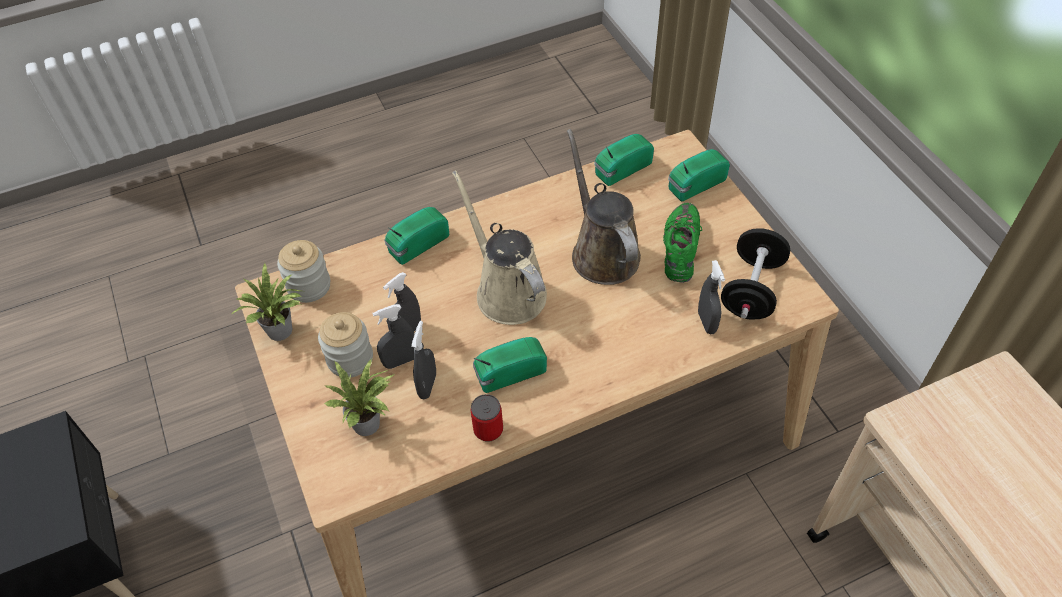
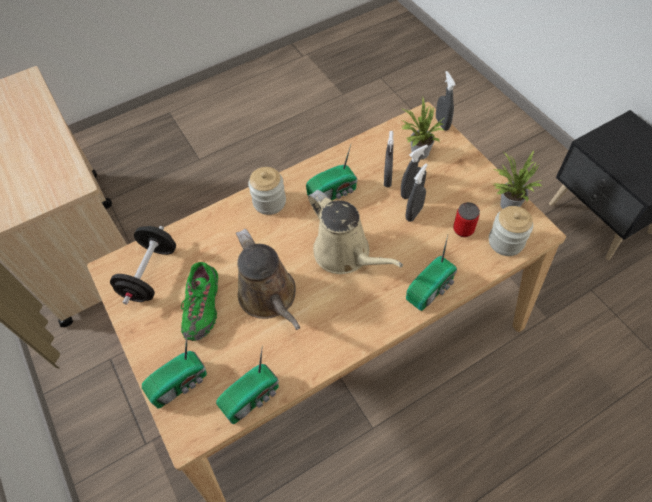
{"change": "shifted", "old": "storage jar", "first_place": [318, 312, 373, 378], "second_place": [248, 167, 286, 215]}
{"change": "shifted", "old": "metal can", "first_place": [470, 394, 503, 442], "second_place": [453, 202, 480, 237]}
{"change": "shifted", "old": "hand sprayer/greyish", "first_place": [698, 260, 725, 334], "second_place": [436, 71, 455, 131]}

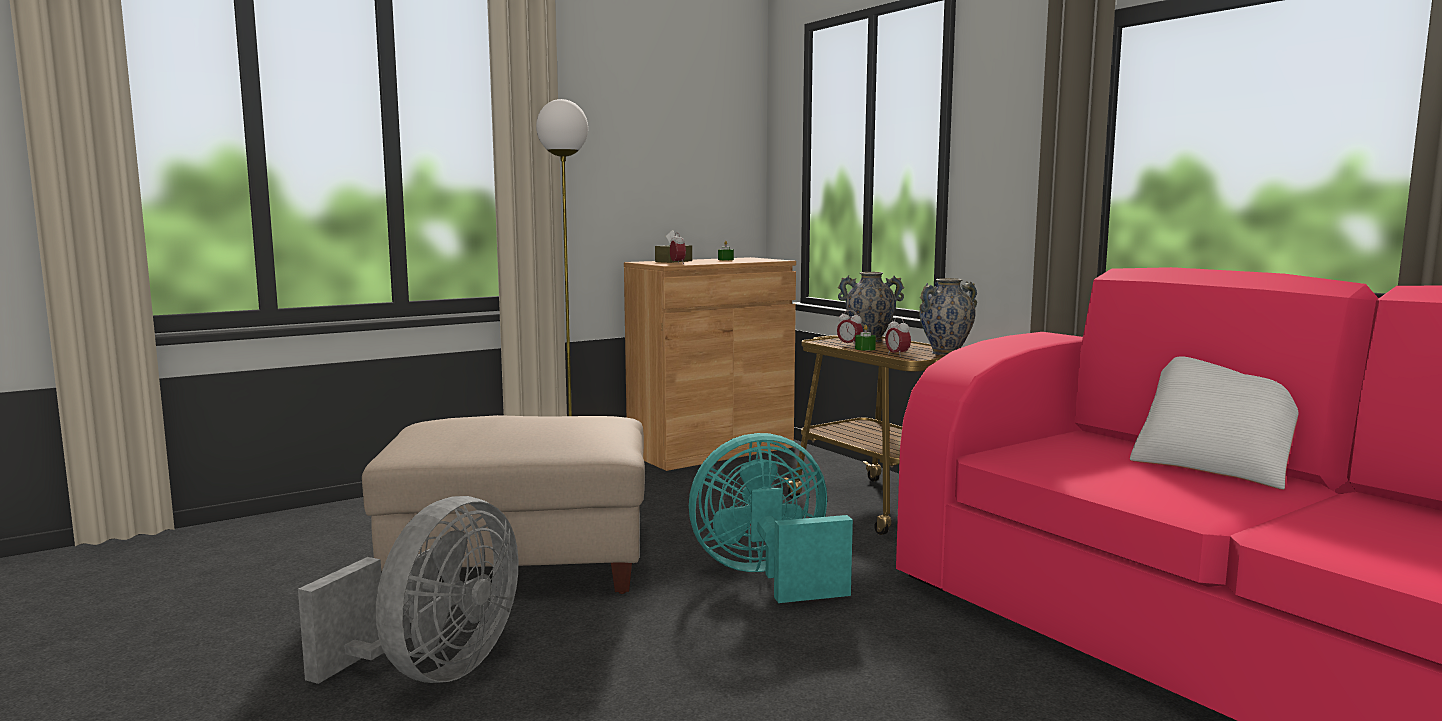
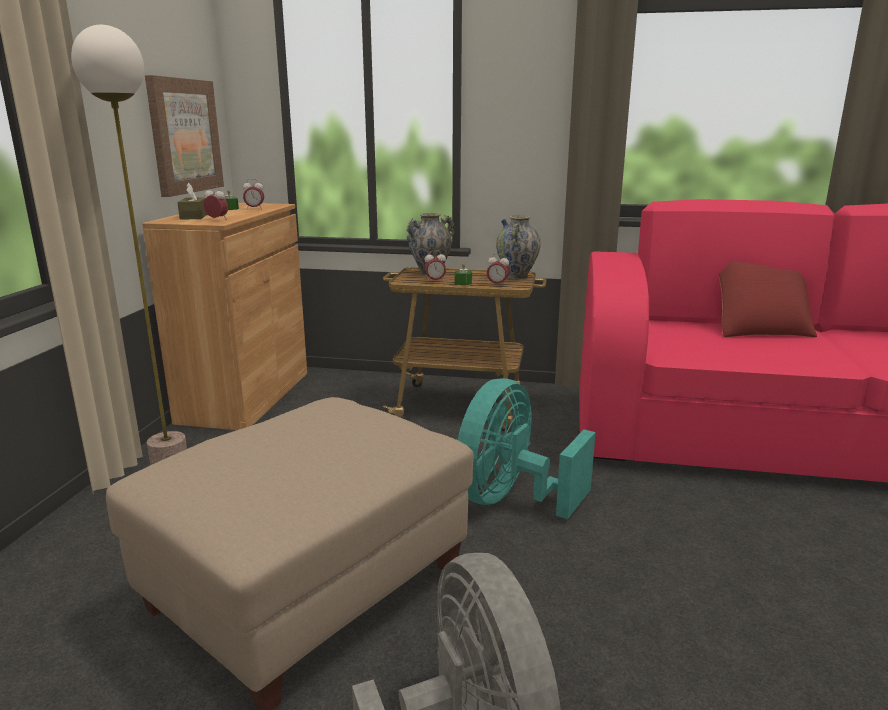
{"change": "repainted", "old": "pillow/white", "new": "pillow/red-coloured", "first_place": [1130, 356, 1299, 490], "second_place": [719, 262, 817, 337]}
{"change": "new", "new": "wall picture", "second_place": [145, 75, 224, 197]}
{"change": "new", "new": "alarm clock", "second_place": [242, 179, 264, 209]}

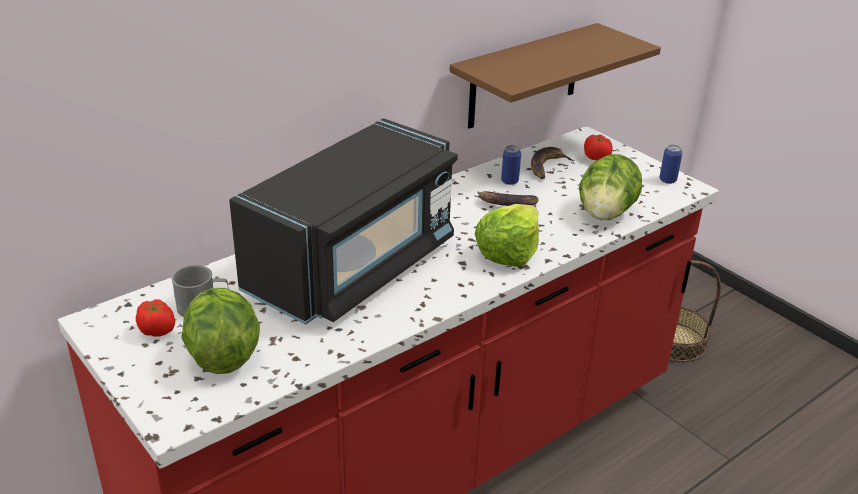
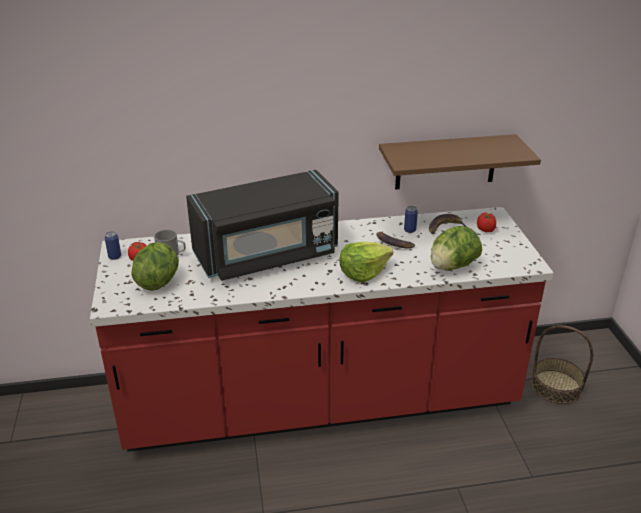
{"change": "shifted", "old": "metal can", "first_place": [659, 144, 682, 184], "second_place": [104, 231, 121, 260]}

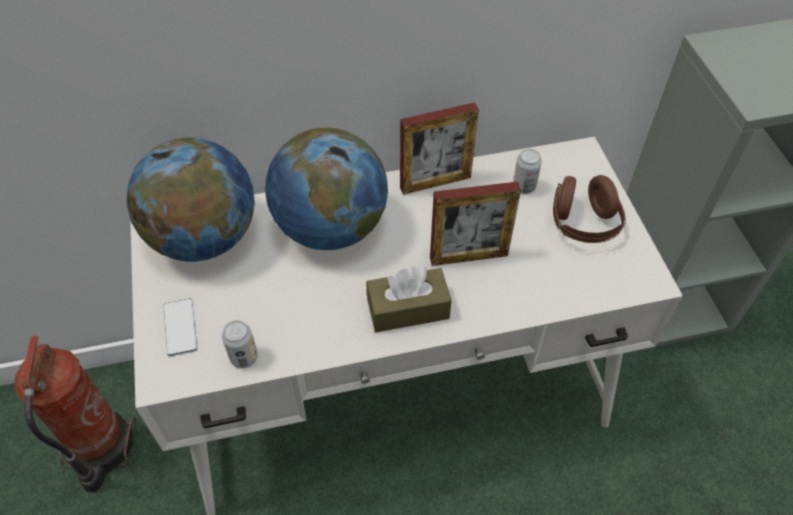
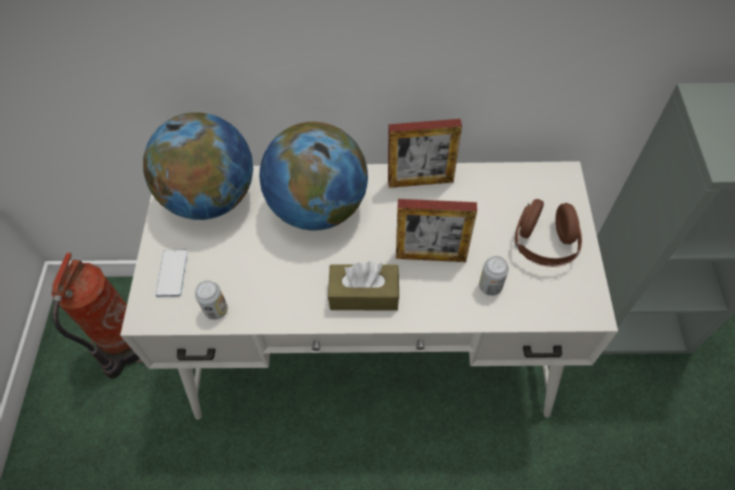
{"change": "shifted", "old": "metal can", "first_place": [513, 149, 542, 194], "second_place": [479, 256, 509, 296]}

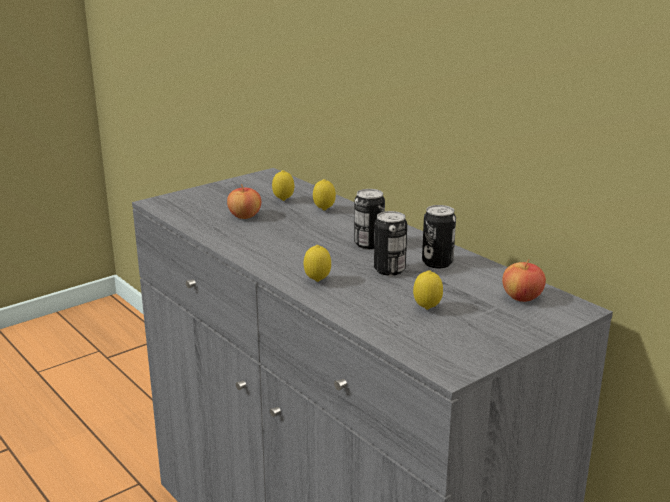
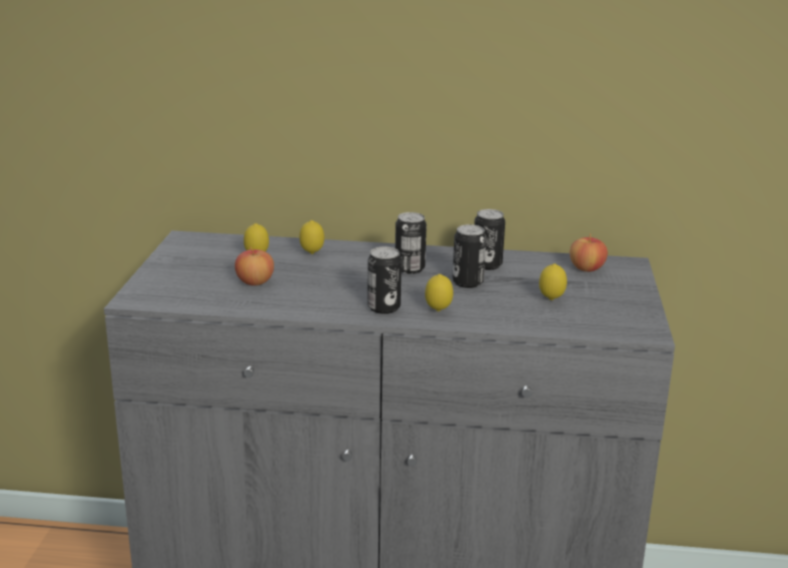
{"change": "new", "new": "metal can", "second_place": [367, 247, 402, 314]}

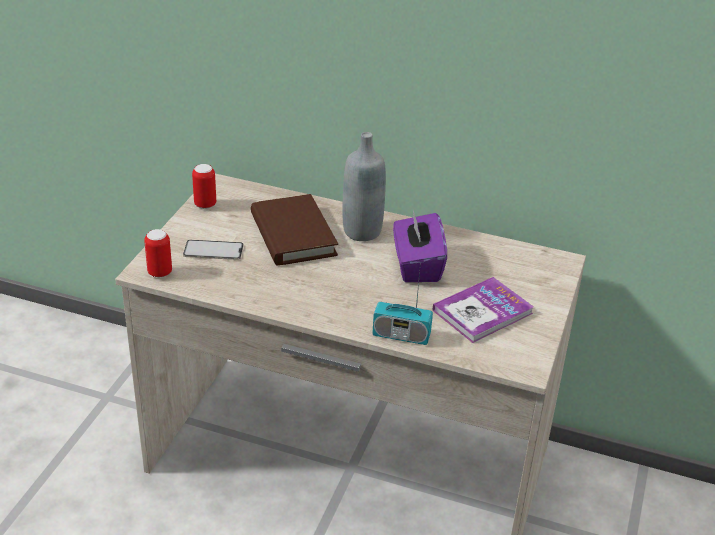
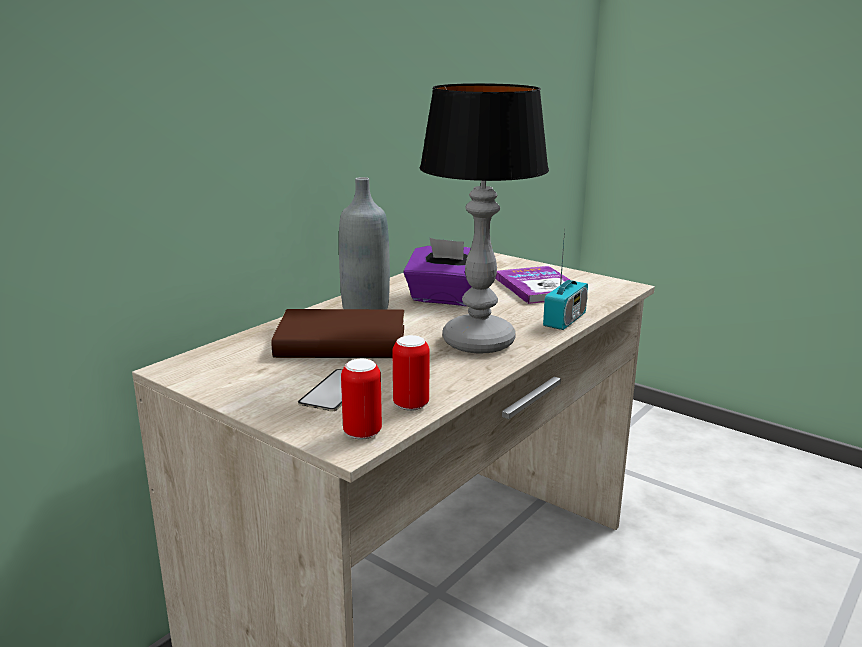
{"change": "shifted", "old": "metal can", "first_place": [192, 164, 216, 209], "second_place": [392, 335, 430, 411]}
{"change": "new", "new": "table lamp", "second_place": [420, 83, 549, 354]}

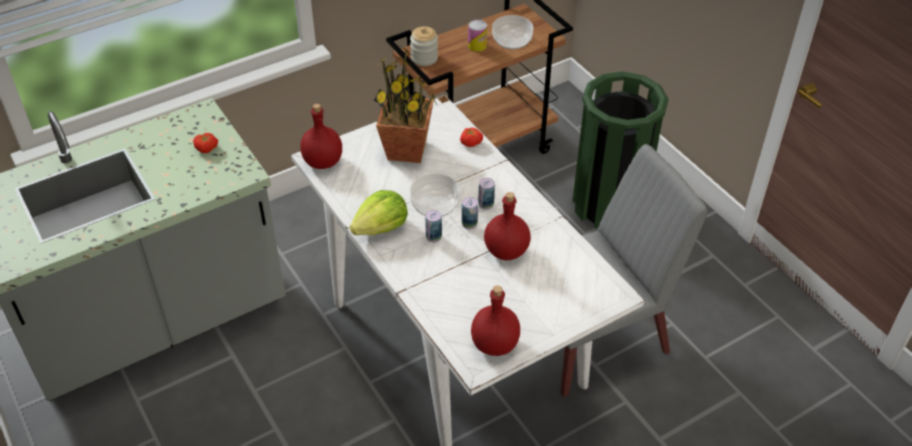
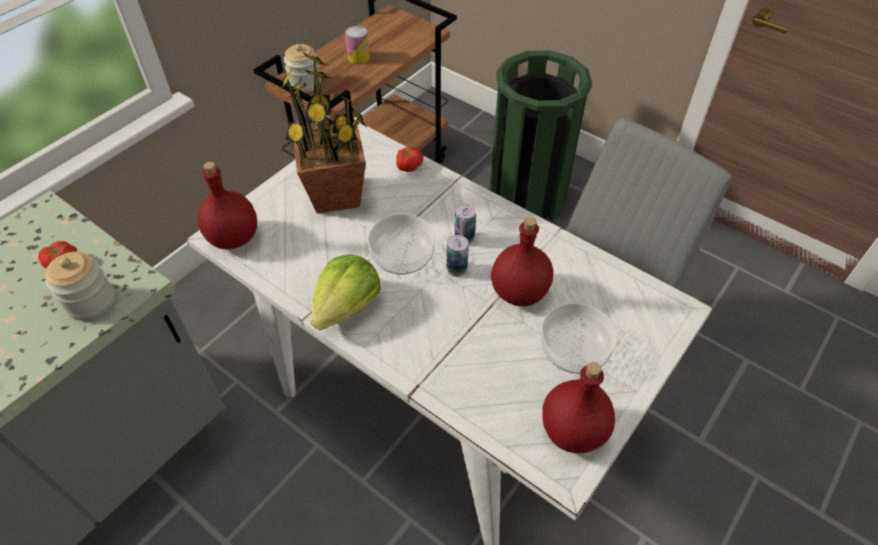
{"change": "gone", "old": "metal can", "first_place": [425, 210, 442, 243]}
{"change": "shifted", "old": "deep dish", "first_place": [492, 15, 533, 50], "second_place": [540, 303, 617, 374]}
{"change": "new", "new": "storage jar", "second_place": [45, 252, 115, 321]}

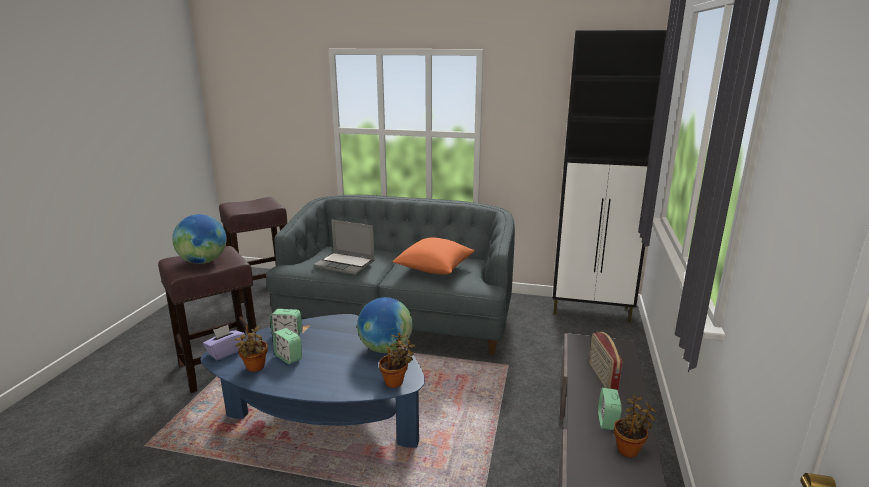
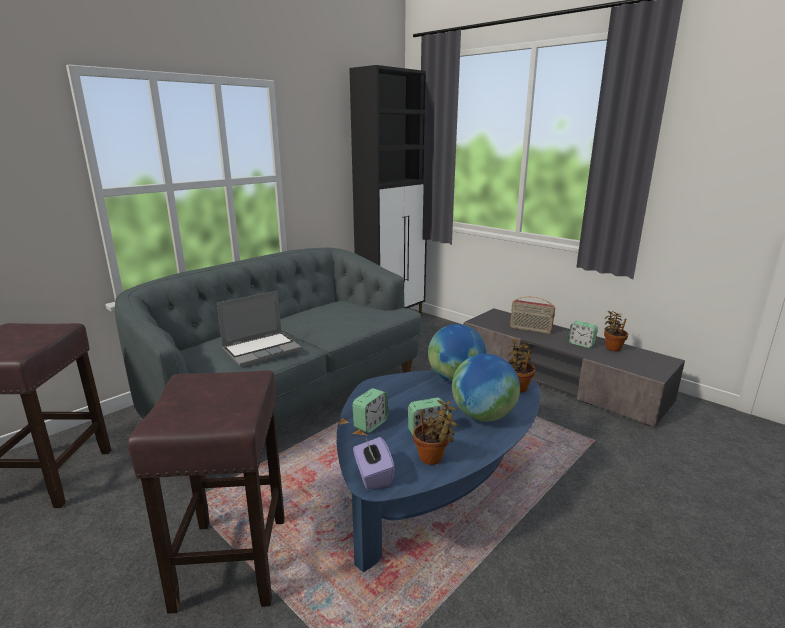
{"change": "shifted", "old": "desk globe", "first_place": [172, 214, 226, 264], "second_place": [452, 354, 520, 422]}
{"change": "gone", "old": "pillow/orange", "first_place": [392, 237, 475, 275]}

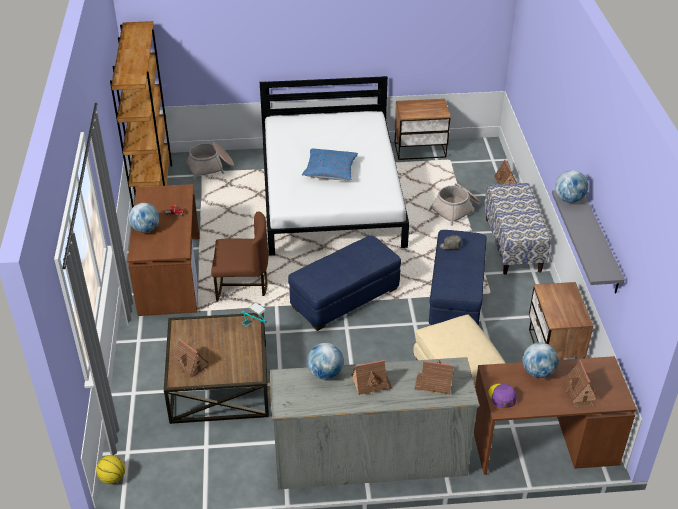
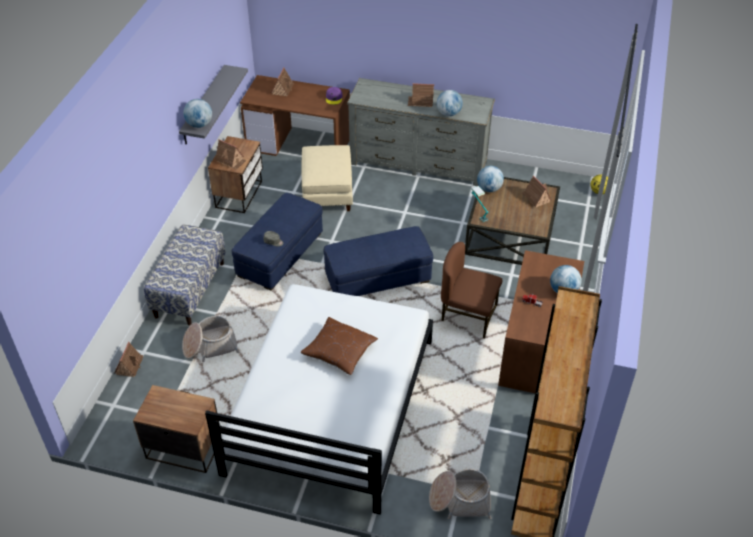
{"change": "repainted", "old": "pillow/blue-coloured", "new": "pillow/brown-coloured", "first_place": [302, 149, 358, 180], "second_place": [301, 317, 378, 375]}
{"change": "shifted", "old": "toy house", "first_place": [414, 360, 454, 395], "second_place": [215, 139, 246, 170]}
{"change": "shifted", "old": "desk globe", "first_place": [523, 342, 559, 378], "second_place": [477, 166, 504, 192]}

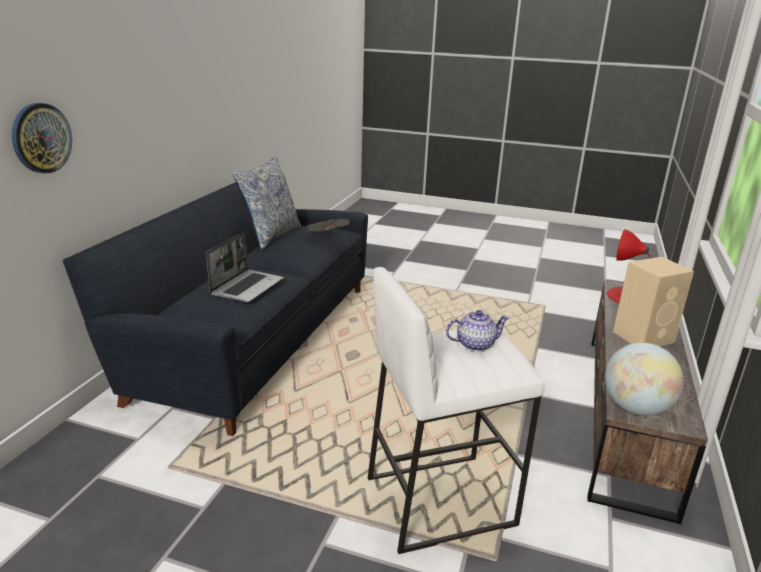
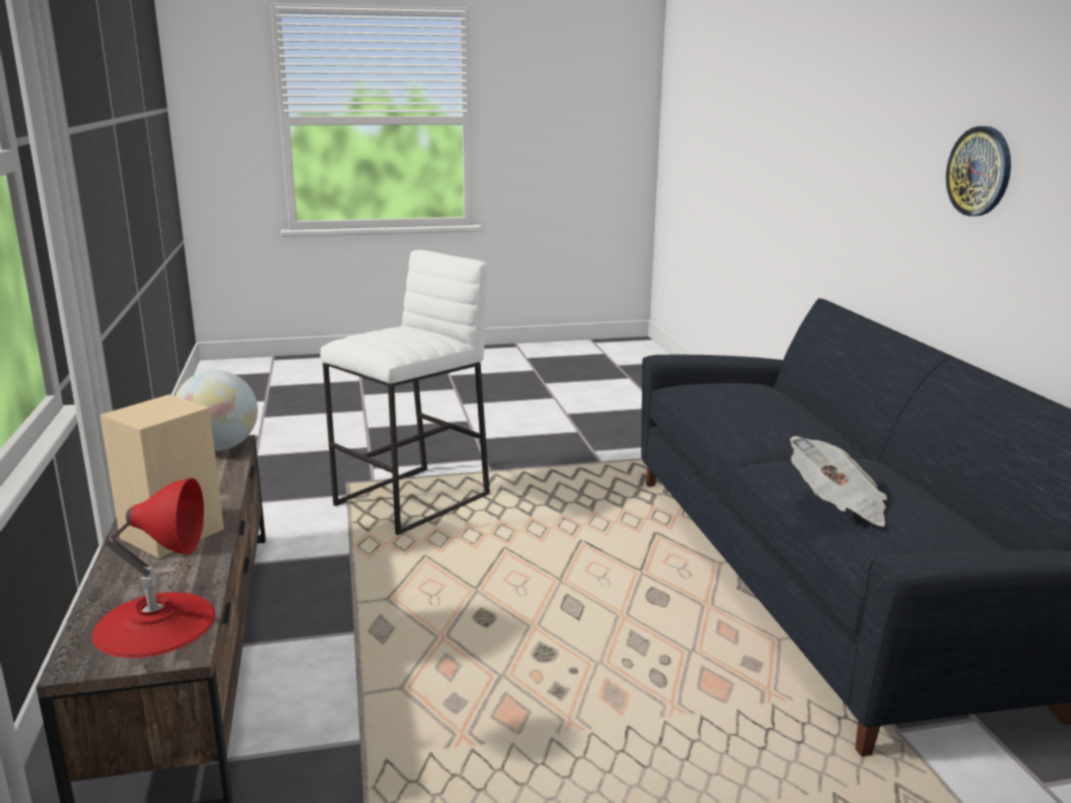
{"change": "shifted", "old": "hanging clock", "first_place": [12, 103, 72, 173], "second_place": [946, 126, 1011, 216]}
{"change": "gone", "old": "portable computer", "first_place": [206, 232, 283, 302]}
{"change": "gone", "old": "pillow", "first_place": [233, 157, 301, 250]}
{"change": "gone", "old": "teapot", "first_place": [446, 310, 509, 351]}

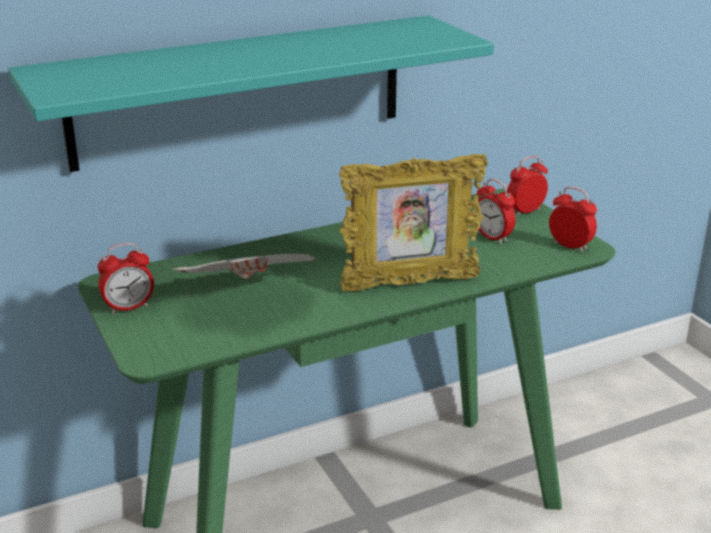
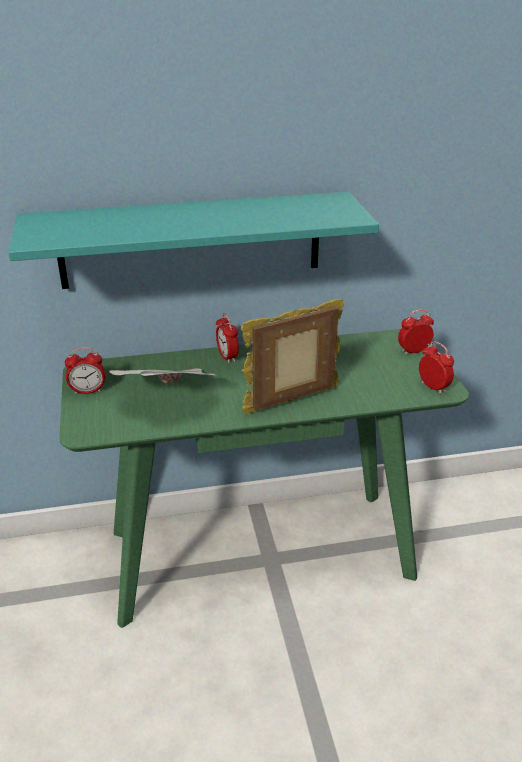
{"change": "rotated", "old": "photo frame", "first_place": [339, 154, 488, 291], "second_place": [241, 299, 344, 414], "degrees": 150}
{"change": "shifted", "old": "alarm clock", "first_place": [477, 179, 515, 244], "second_place": [216, 313, 239, 363]}

